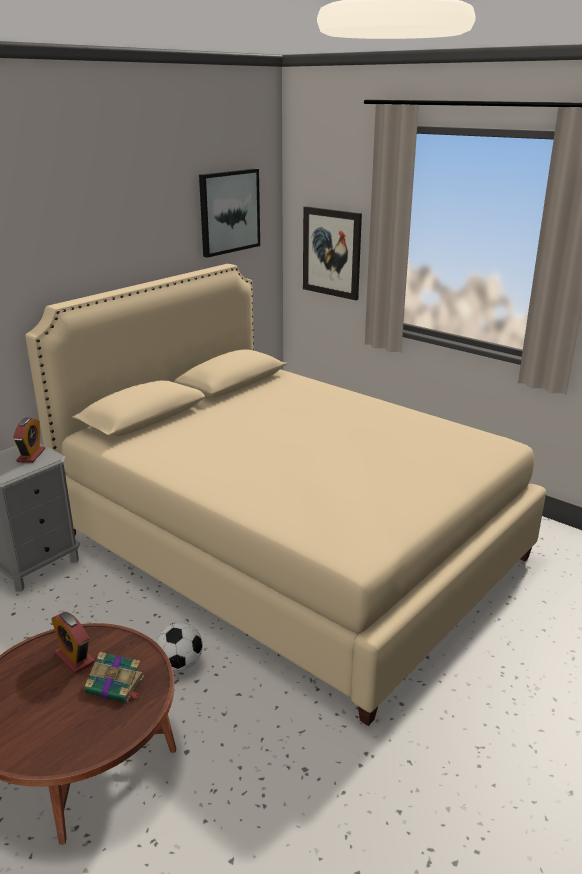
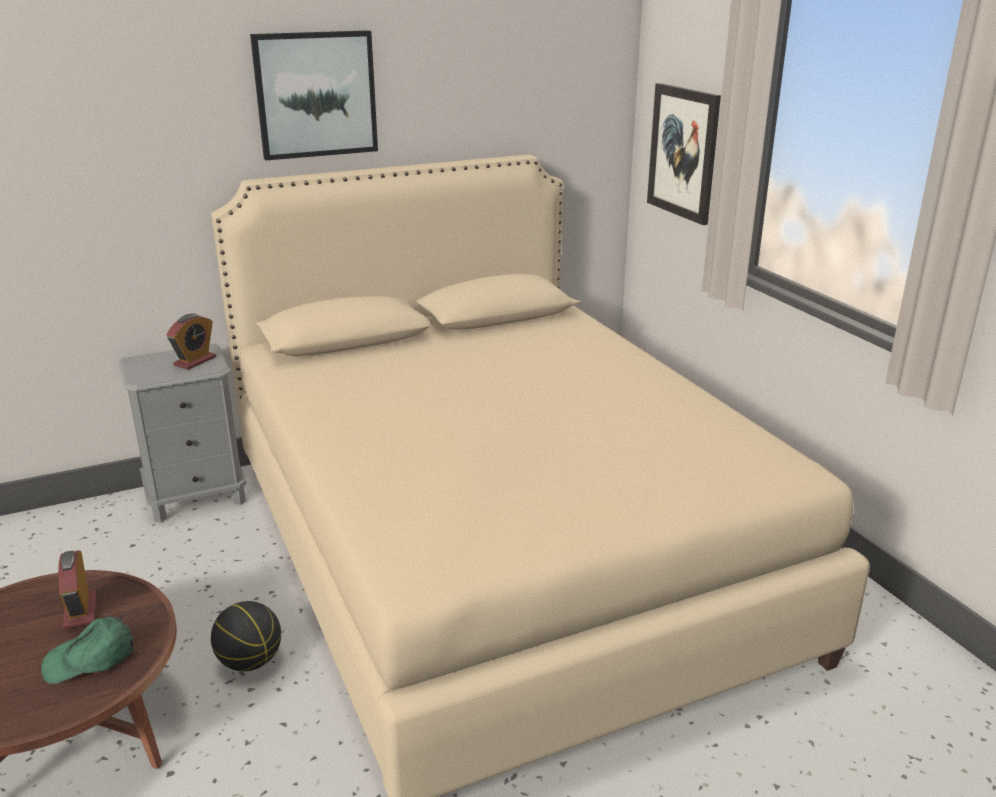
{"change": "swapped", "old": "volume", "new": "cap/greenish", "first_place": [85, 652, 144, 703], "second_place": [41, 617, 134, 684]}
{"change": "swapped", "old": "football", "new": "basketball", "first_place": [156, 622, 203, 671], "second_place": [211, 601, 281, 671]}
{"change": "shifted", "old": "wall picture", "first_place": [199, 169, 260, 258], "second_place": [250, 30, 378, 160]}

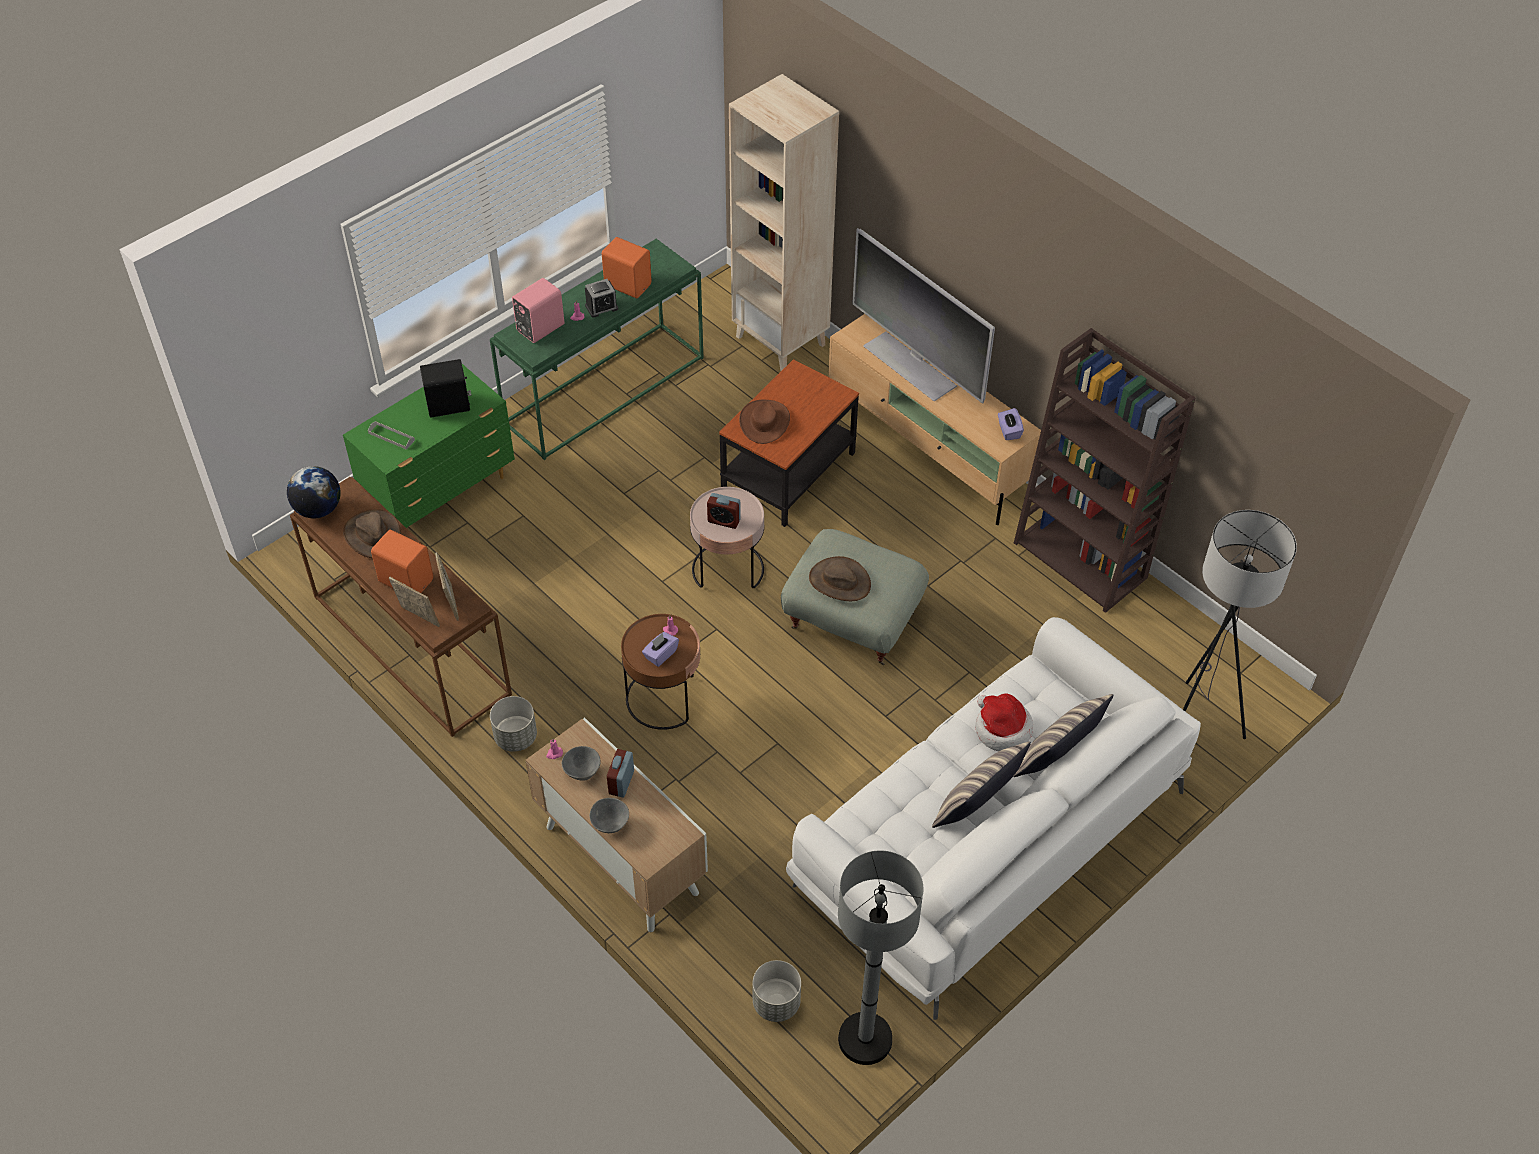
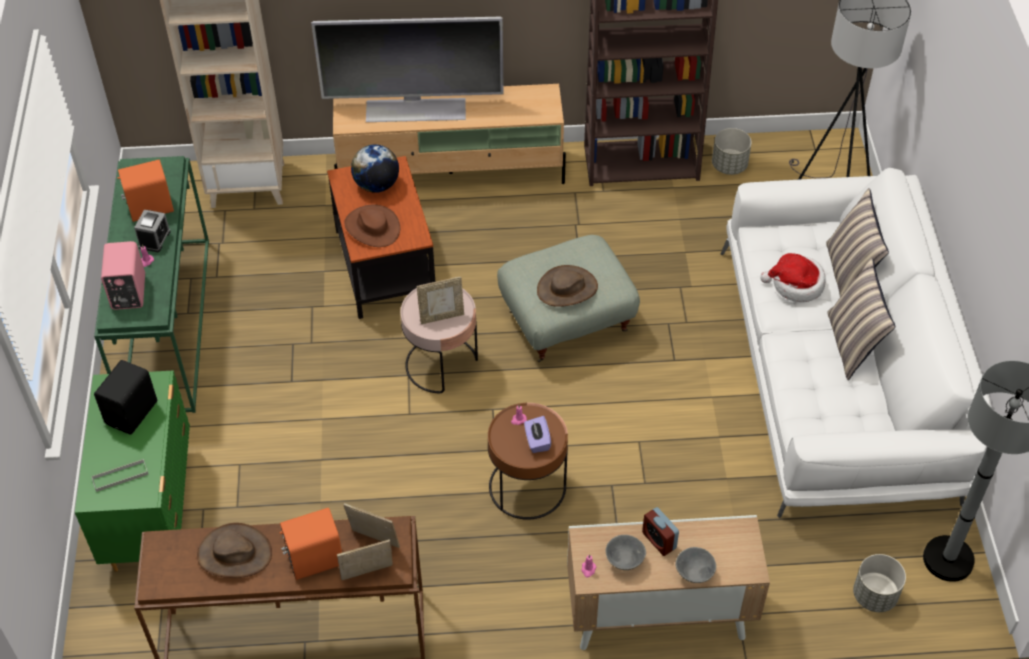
{"change": "shifted", "old": "desk globe", "first_place": [287, 466, 341, 518], "second_place": [351, 144, 399, 193]}
{"change": "shifted", "old": "flower pot/greyish", "first_place": [490, 696, 537, 752], "second_place": [712, 128, 752, 175]}
{"change": "swapped", "old": "alarm clock", "new": "photo frame", "first_place": [707, 493, 741, 529], "second_place": [417, 277, 464, 324]}
{"change": "gone", "old": "tissue holder/purple", "first_place": [998, 408, 1024, 440]}

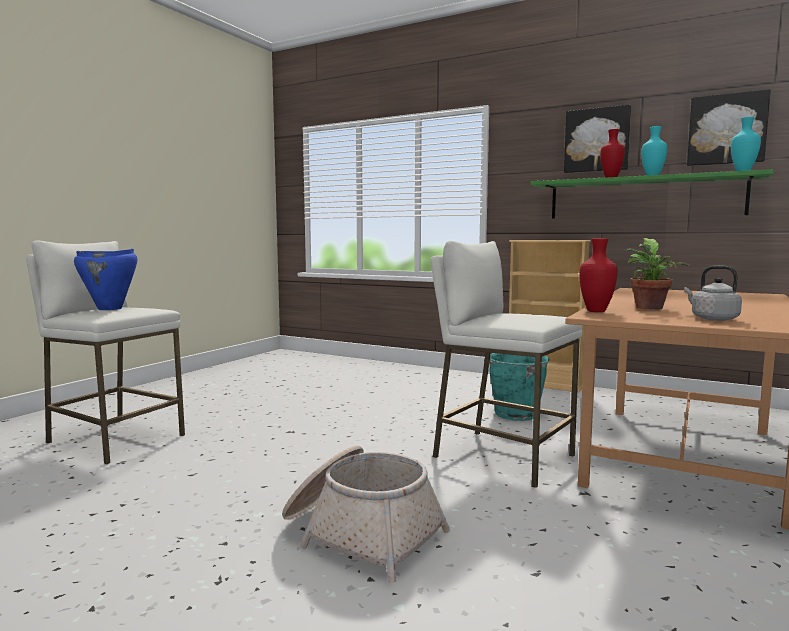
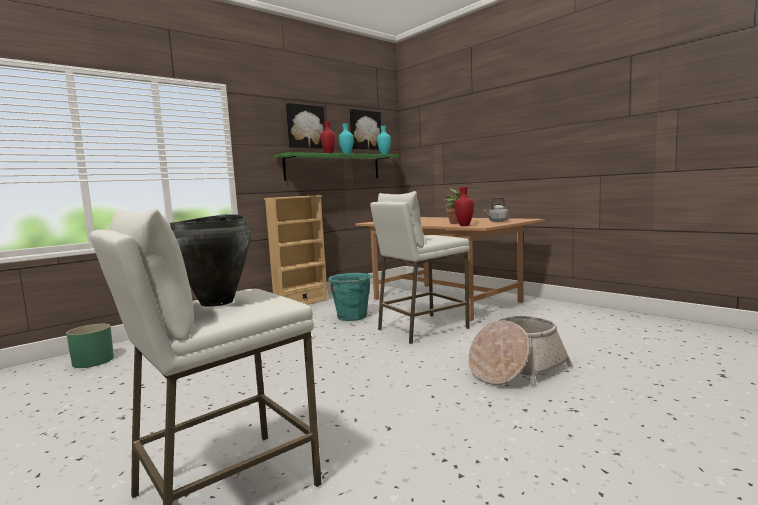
{"change": "repainted", "old": "saucepot/blue-coloured", "new": "saucepot/black", "first_place": [74, 249, 137, 310], "second_place": [170, 214, 251, 307]}
{"change": "new", "new": "flower pot/greenish", "second_place": [66, 324, 114, 368]}

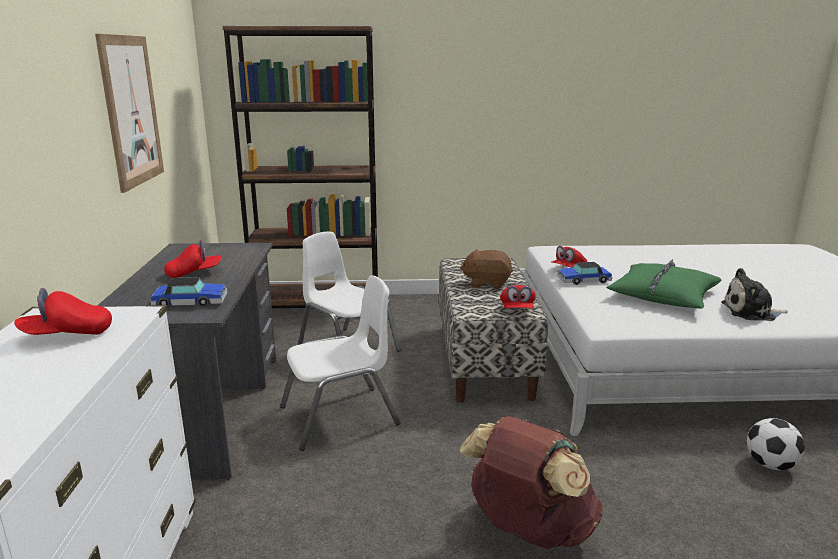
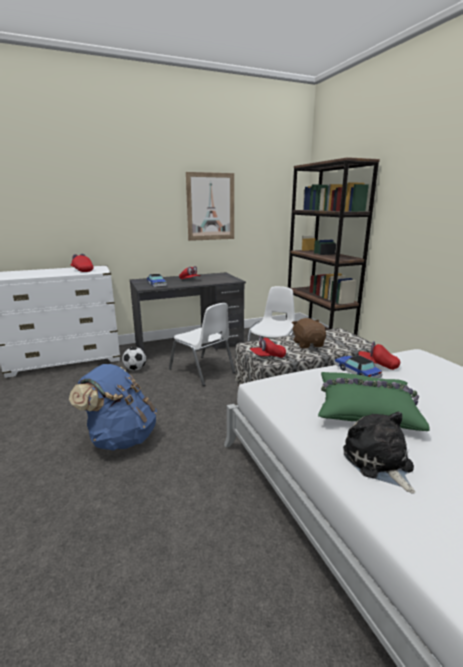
{"change": "repainted", "old": "rucksack/brown-coloured", "new": "rucksack/blue-coloured", "first_place": [460, 416, 603, 549], "second_place": [69, 364, 157, 451]}
{"change": "shifted", "old": "football", "first_place": [747, 418, 805, 470], "second_place": [122, 347, 146, 370]}

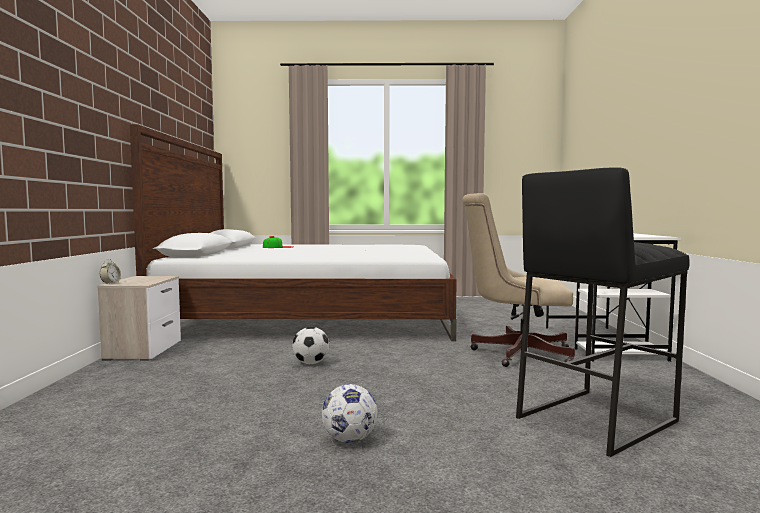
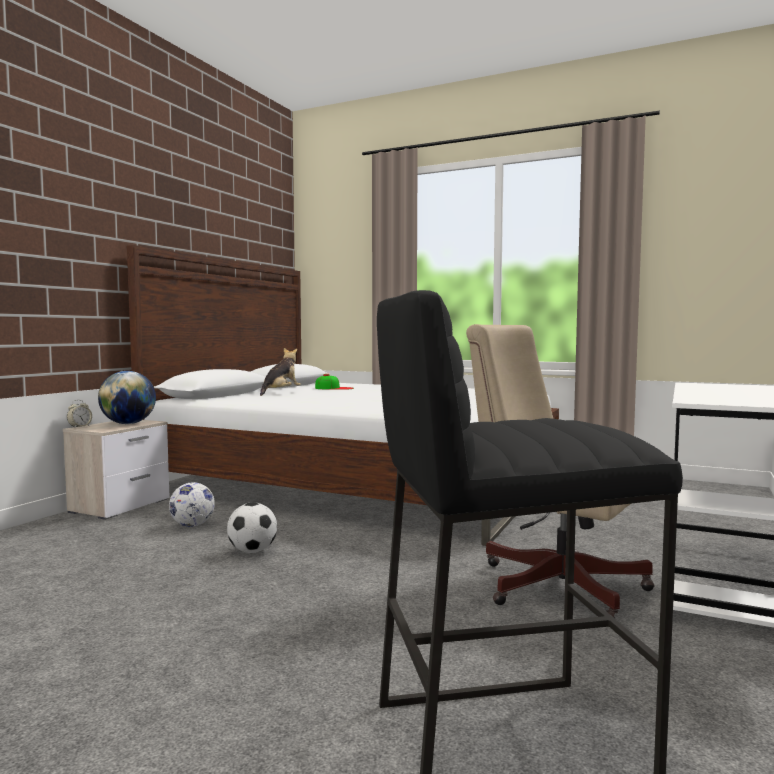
{"change": "shifted", "old": "football", "first_place": [322, 384, 378, 443], "second_place": [169, 482, 215, 527]}
{"change": "new", "new": "desk globe", "second_place": [98, 371, 156, 424]}
{"change": "new", "new": "soft toy", "second_place": [260, 348, 301, 396]}

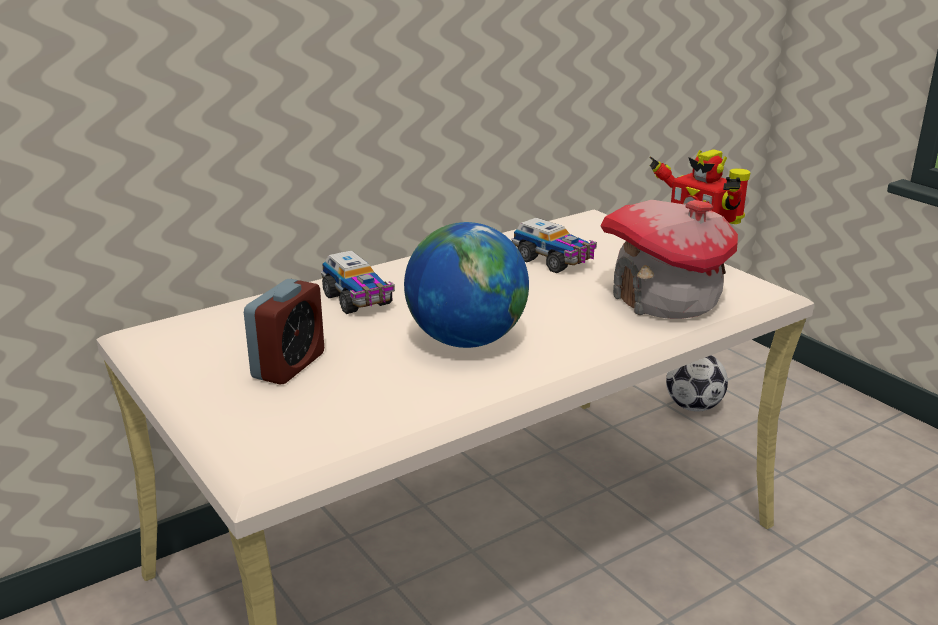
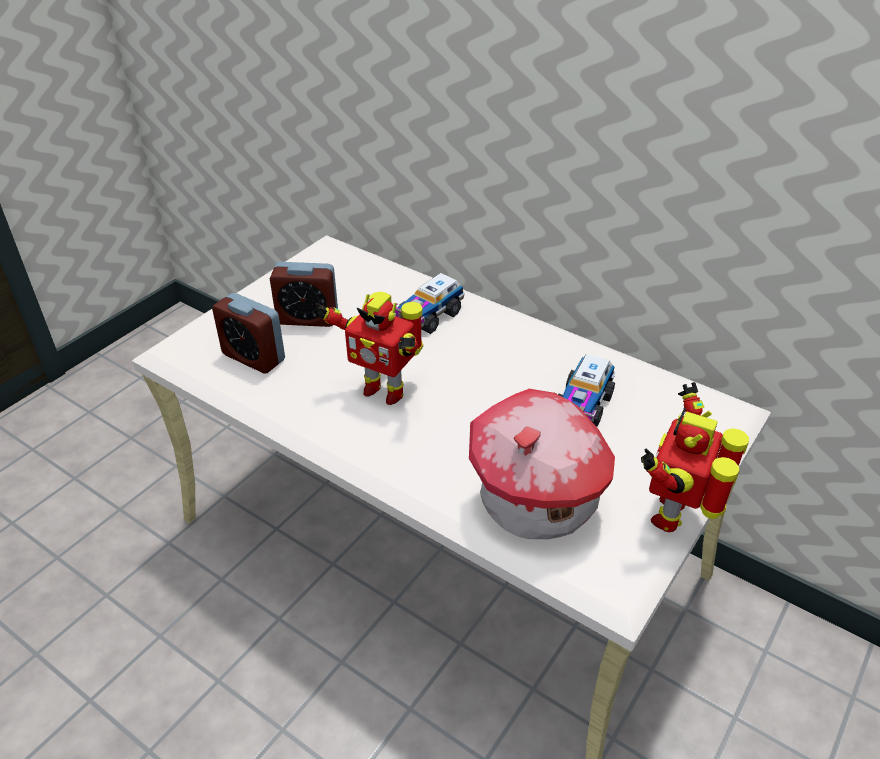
{"change": "swapped", "old": "desk globe", "new": "model robot", "first_place": [404, 222, 529, 348], "second_place": [315, 292, 423, 405]}
{"change": "gone", "old": "football", "first_place": [666, 355, 728, 411]}
{"change": "new", "new": "alarm clock", "second_place": [212, 293, 285, 374]}

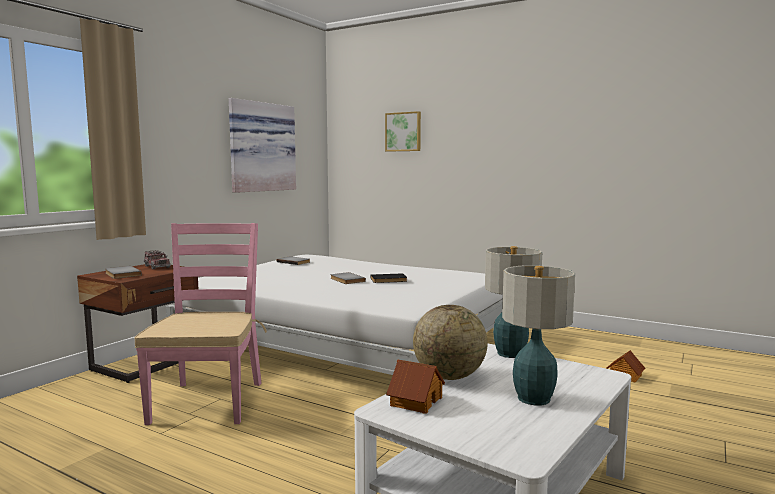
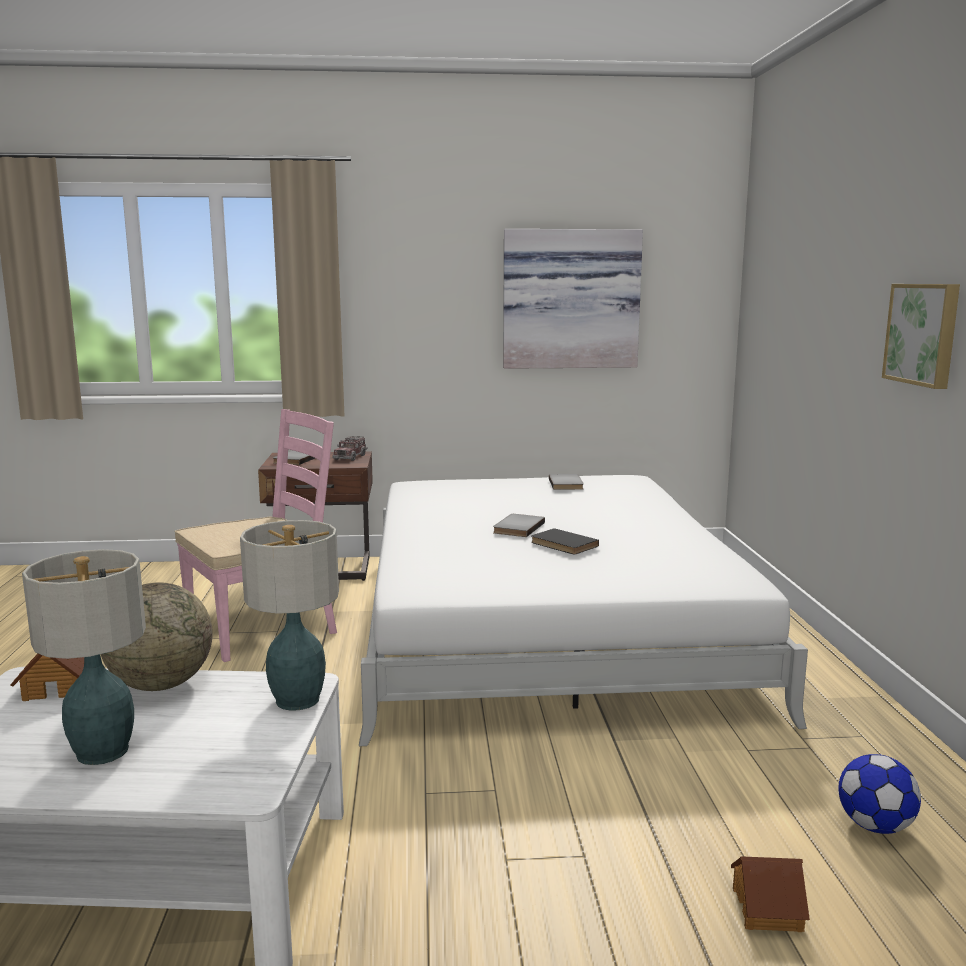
{"change": "shifted", "old": "wall picture", "first_place": [385, 111, 421, 152], "second_place": [882, 284, 960, 389]}
{"change": "new", "new": "football", "second_place": [838, 754, 921, 834]}

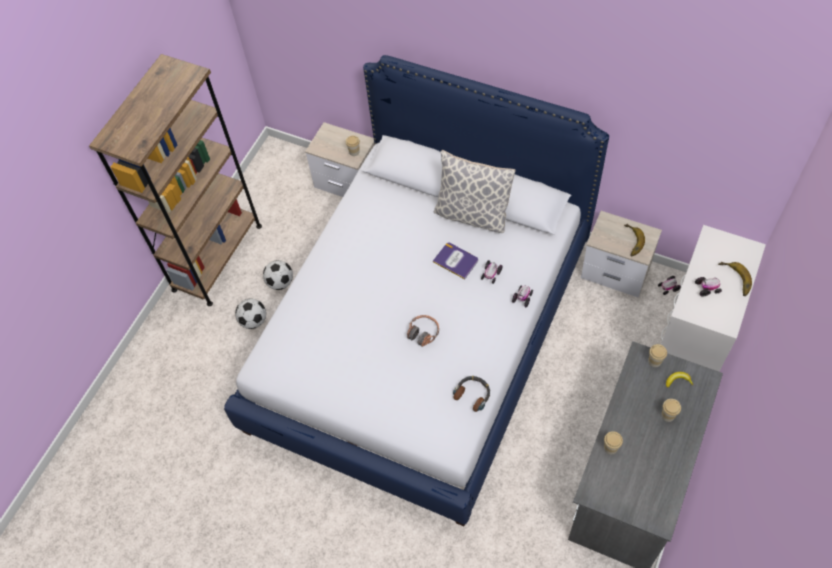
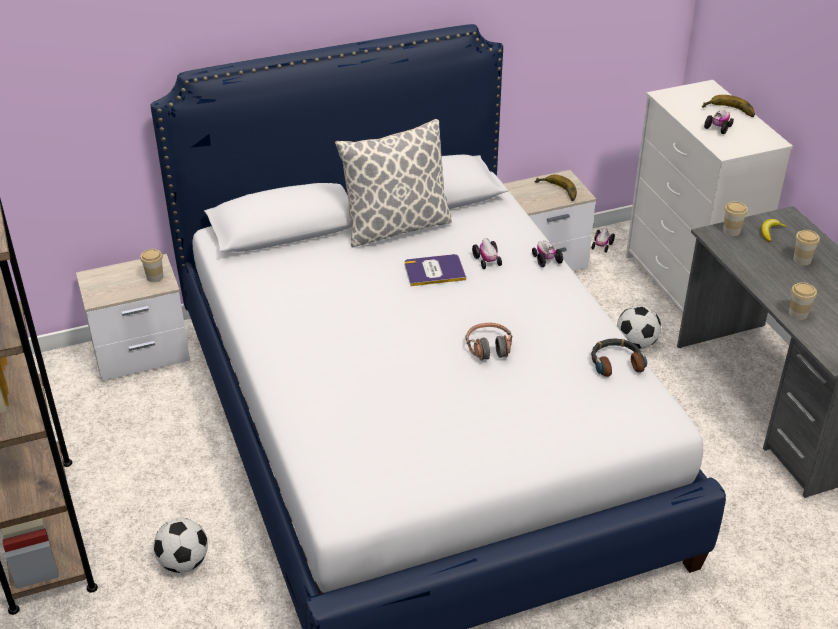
{"change": "shifted", "old": "football", "first_place": [263, 260, 293, 290], "second_place": [617, 306, 661, 349]}

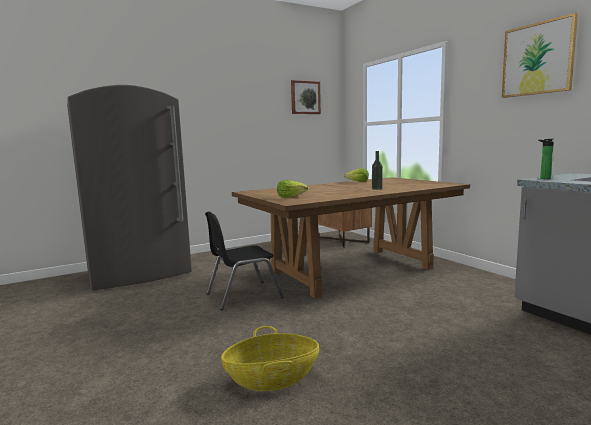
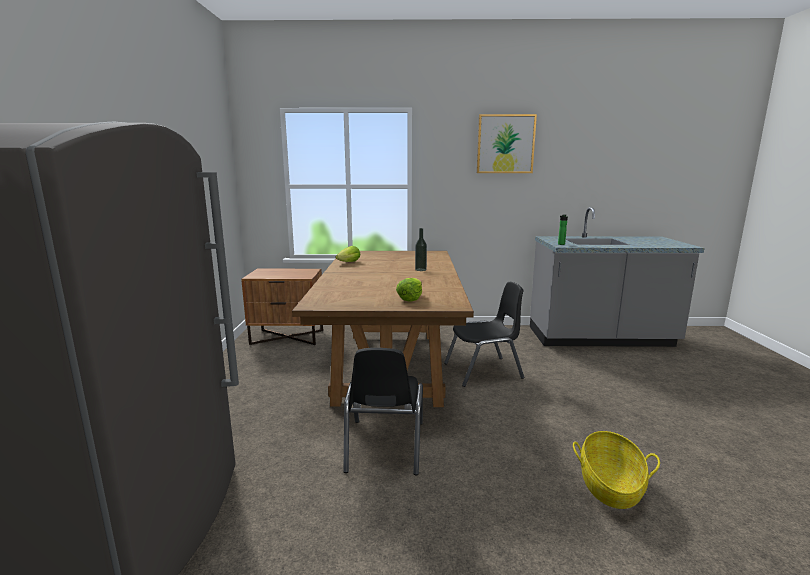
{"change": "gone", "old": "wall picture", "first_place": [291, 80, 321, 114]}
{"change": "new", "new": "plain chair/black", "second_place": [444, 282, 524, 387]}

